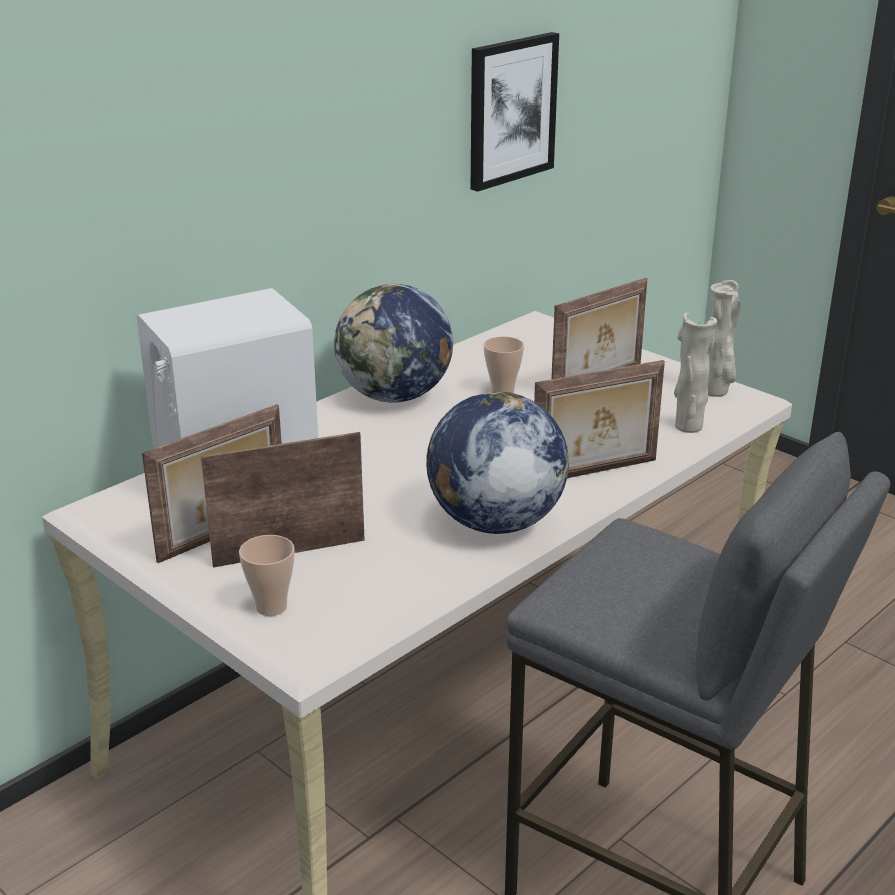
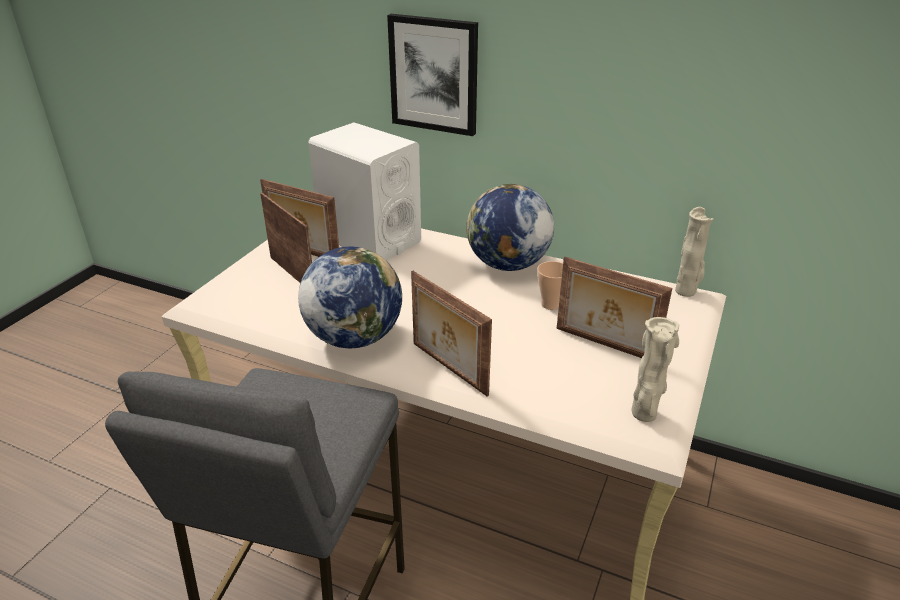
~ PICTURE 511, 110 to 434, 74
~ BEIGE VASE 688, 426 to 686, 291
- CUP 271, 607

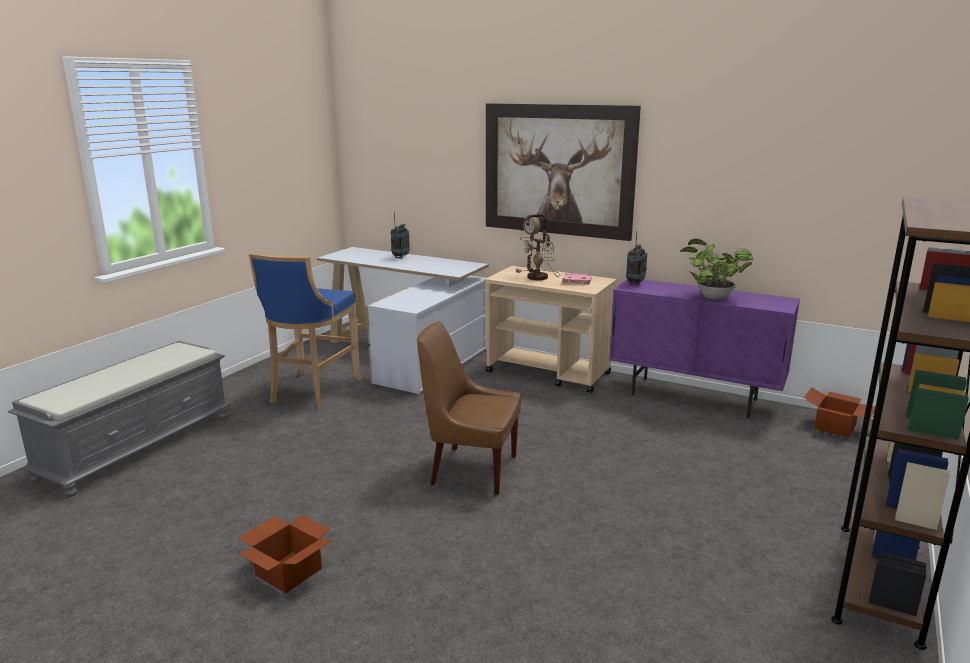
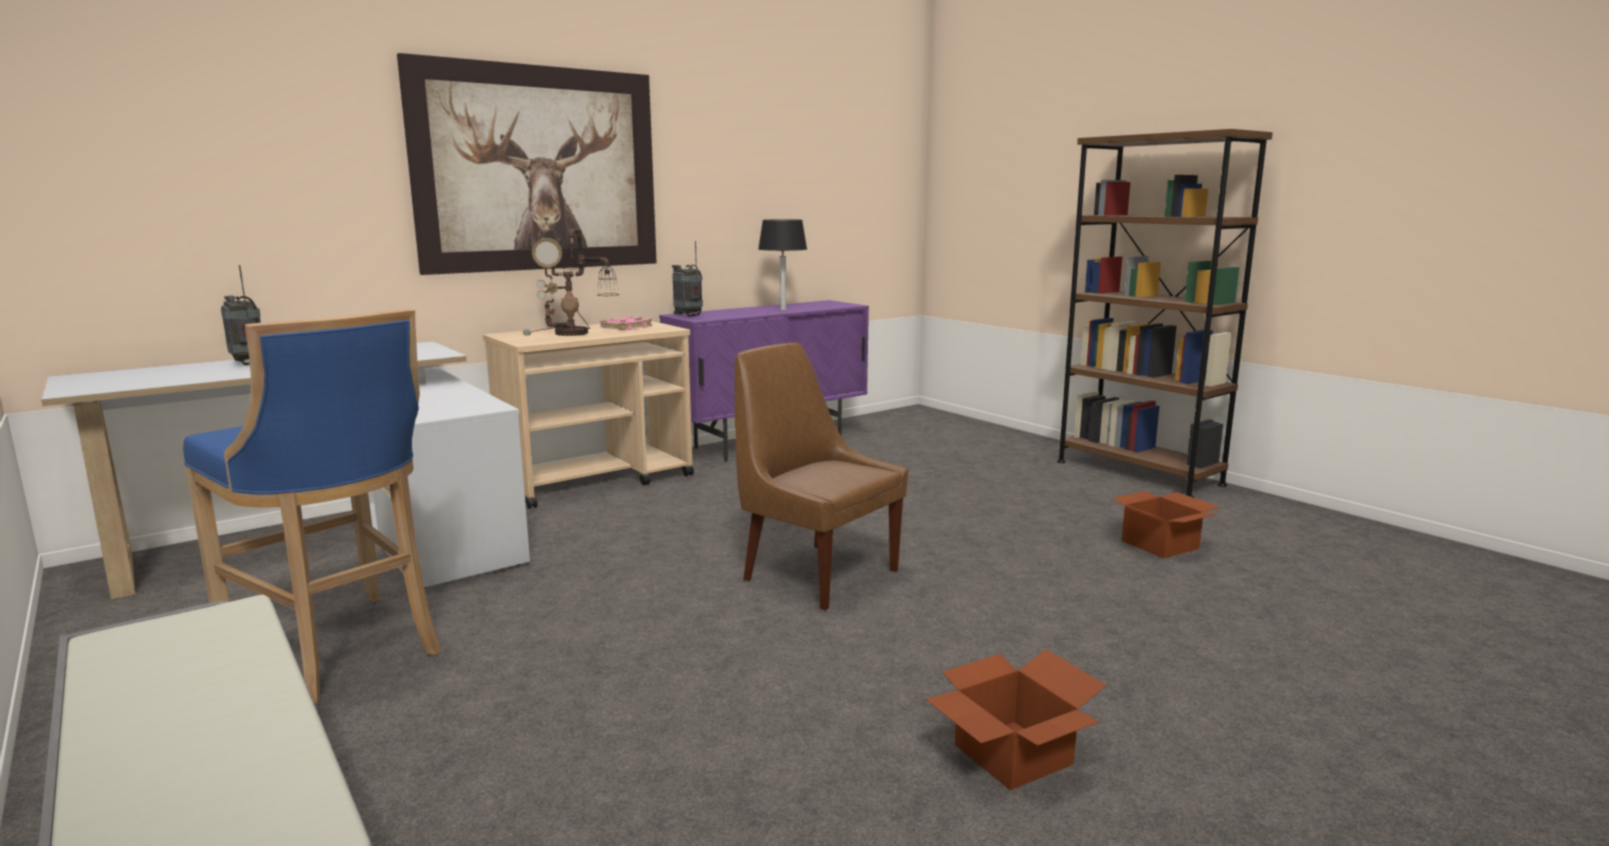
~ BROWN CHAIR 470, 469 = 816, 574 90 degrees clockwise
~ POTTED PLANT 711, 297 to BLACK TABLE LAMP 783, 310
~ CARDBOARD BOX 836, 427 to 1162, 545

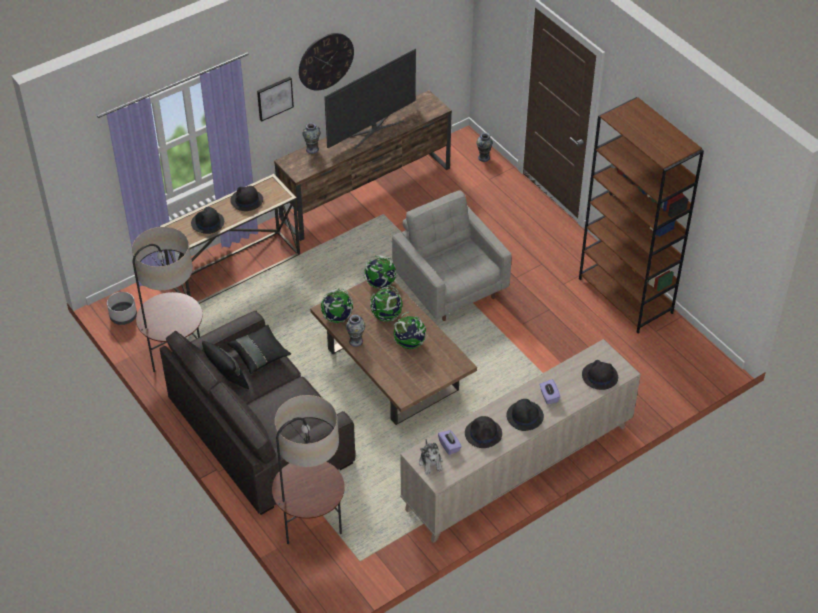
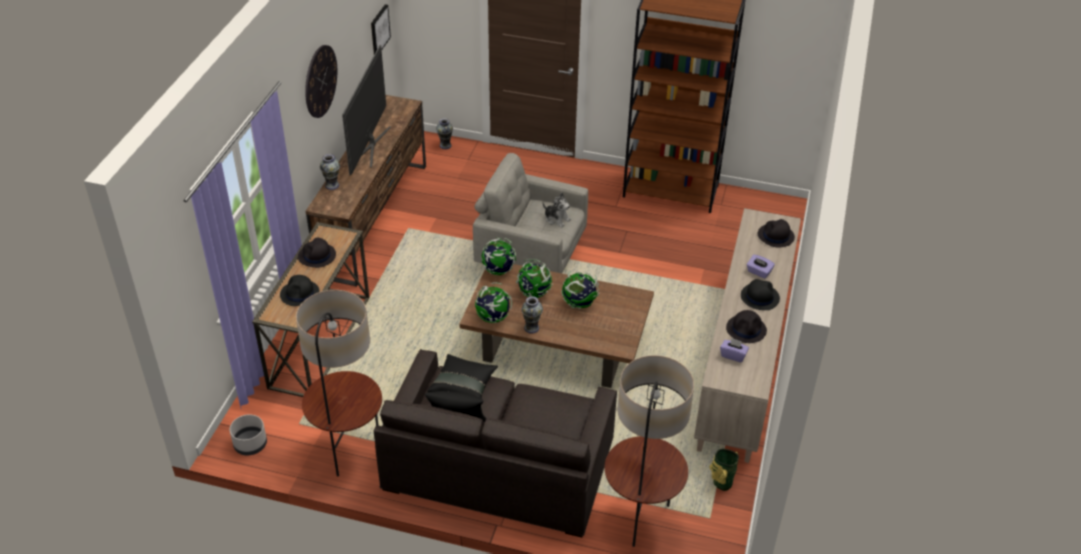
~ PICTURE 274, 98 to 379, 30
~ PLUSH TOY 431, 463 to 556, 219
+ VASE 721, 482

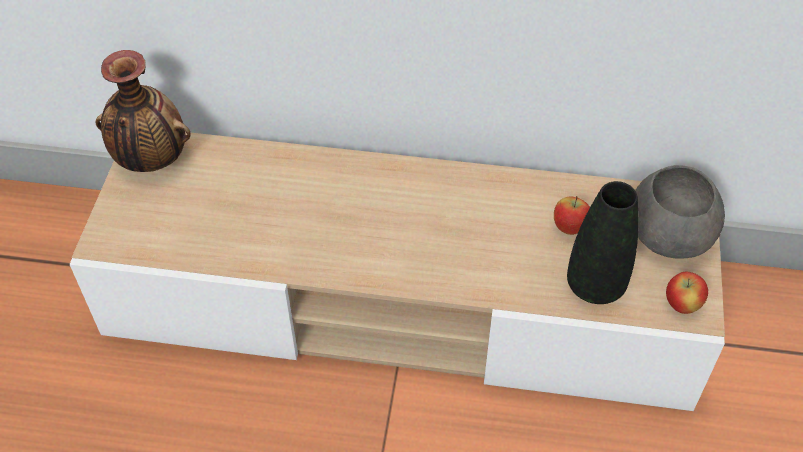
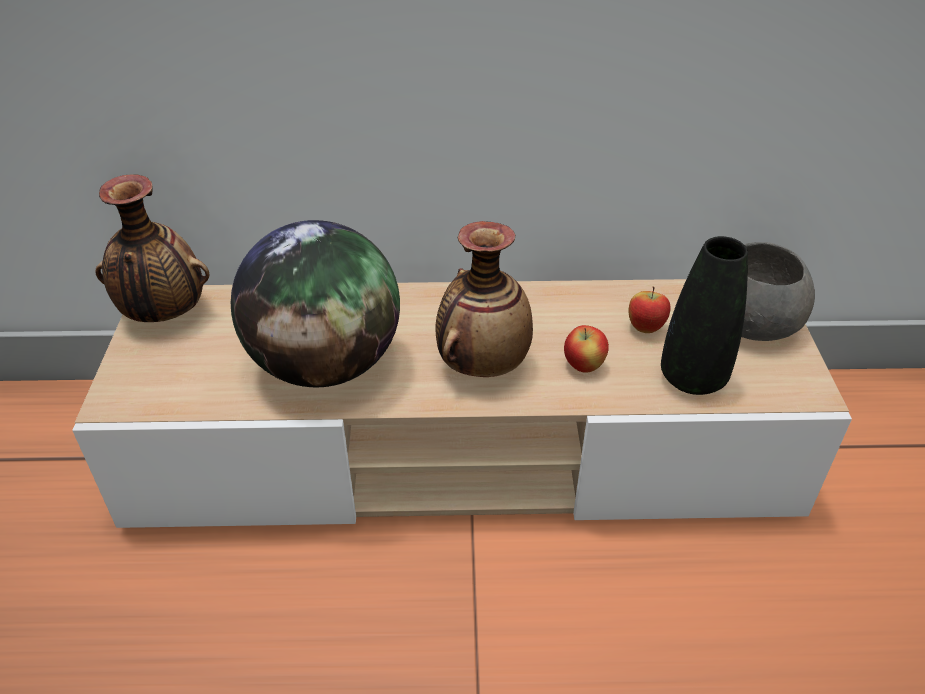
+ GLOBE 326, 364
+ VASE 482, 364
~ APPLE 682, 305 to 584, 366

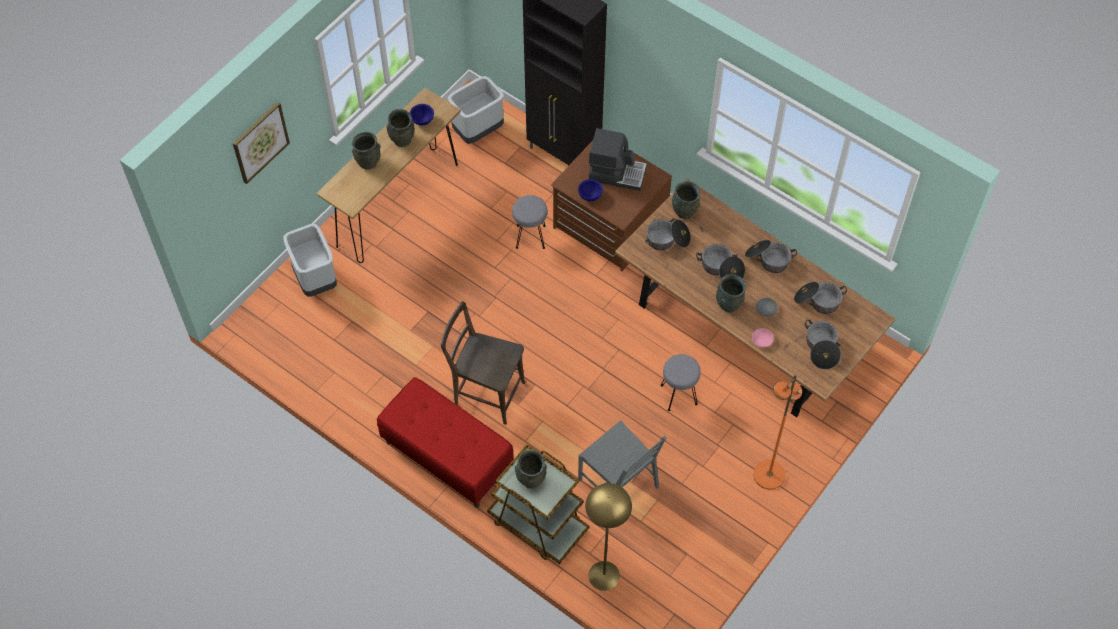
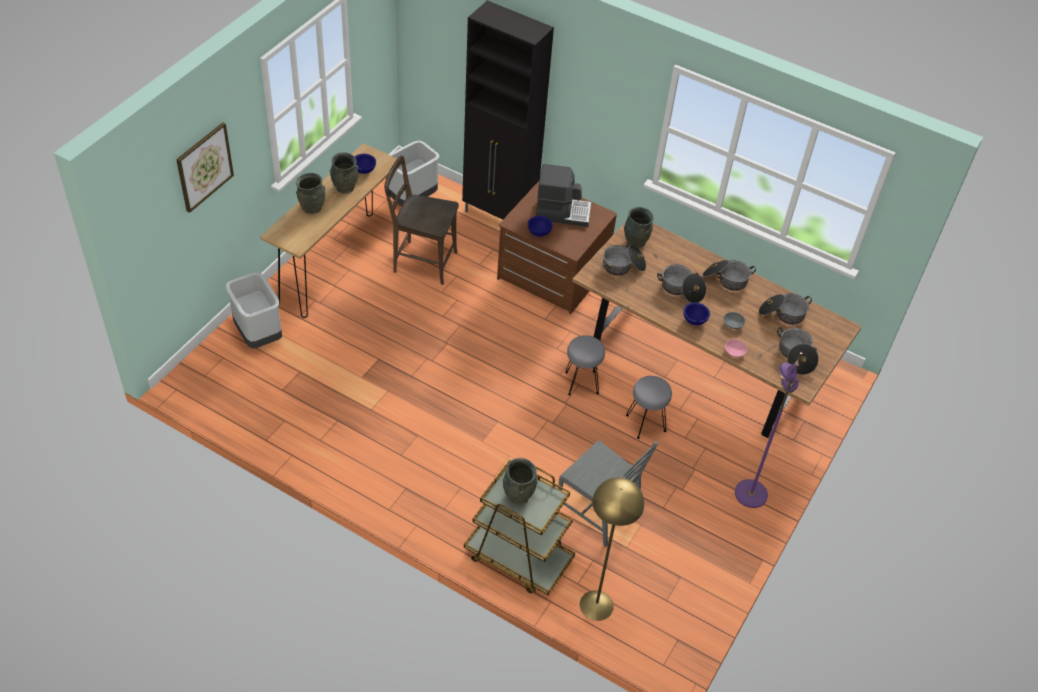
~ BROWN CHAIR 485, 392 to 421, 261
~ GREY STOOL 530, 236 to 581, 382
~ GREY VASE 728, 304 to BLUE BOWL 694, 321
~ ORANGE FLOOR LAMP 768, 475 to PURPLE FLOOR LAMP 750, 494
- RED BENCH 447, 457

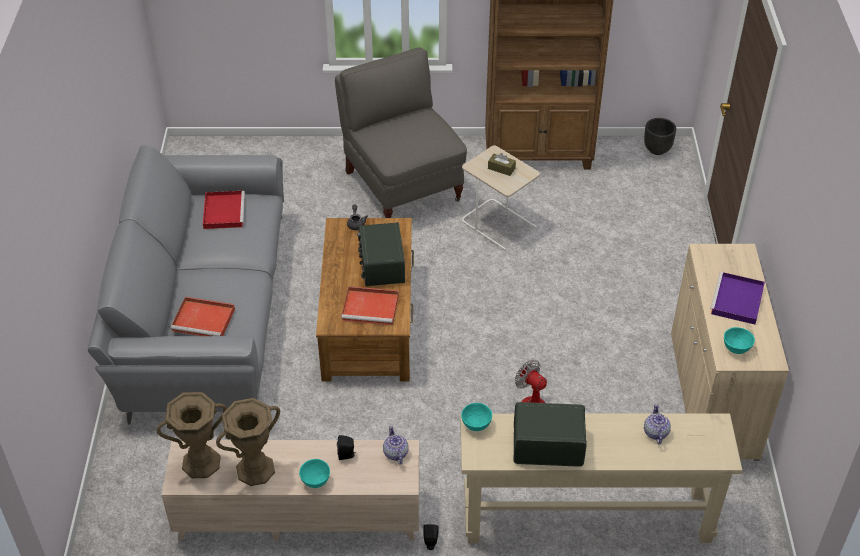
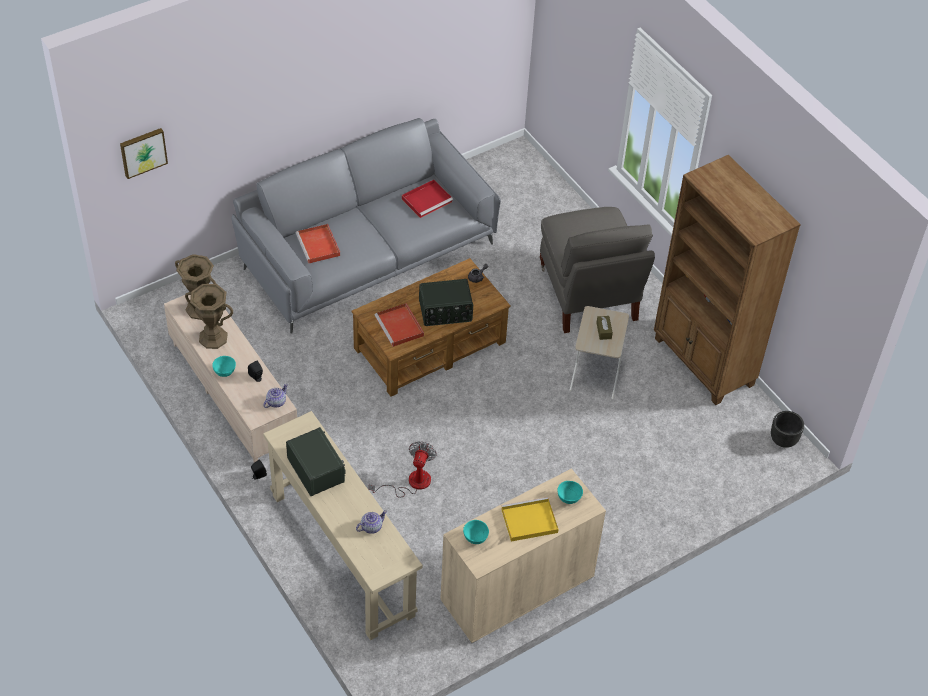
+ PICTURE 143, 152
~ RADIO 381, 265 = 445, 312 150 degrees counterclockwise
~ PURPLE TRAY 737, 301 to YELLOW TRAY 528, 521
~ GREY ARMCHAIR 402, 185 = 588, 295 135 degrees clockwise
~ TURQUOISE BOWL 475, 425 to 568, 498

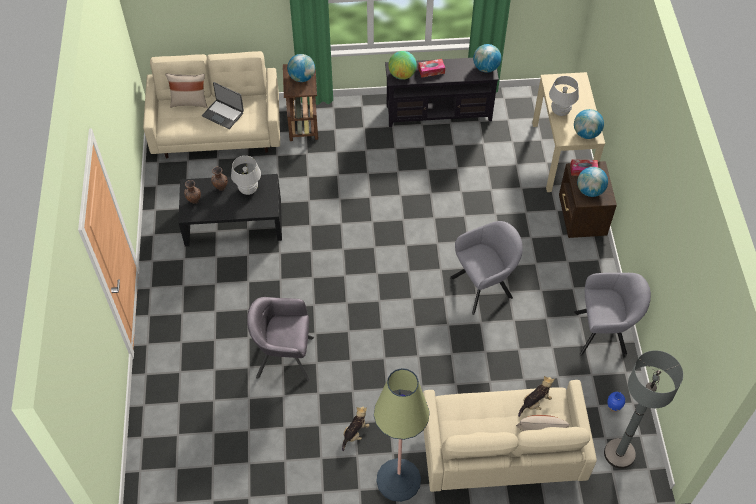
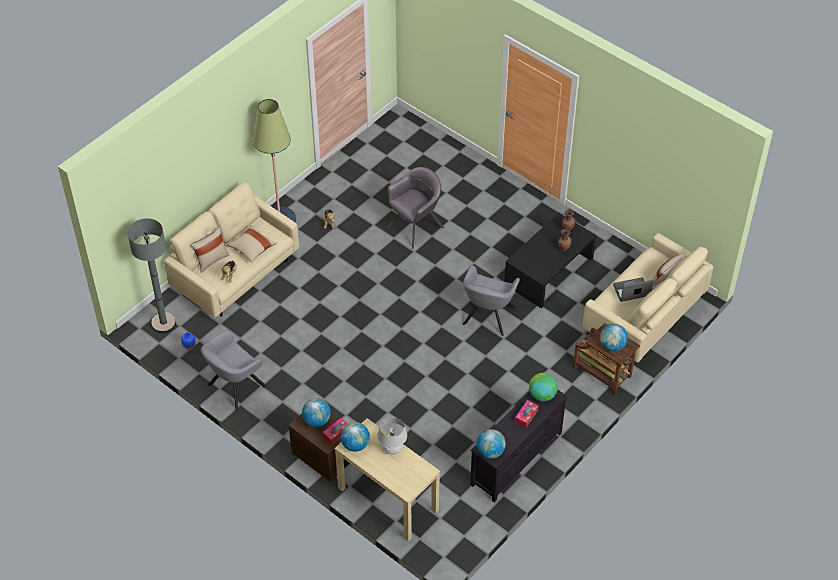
+ BEIGE PILLOW 252, 248
~ GREY ARMCHAIR 484, 286 to 487, 318
- WHITE TABLE LAMP 248, 190

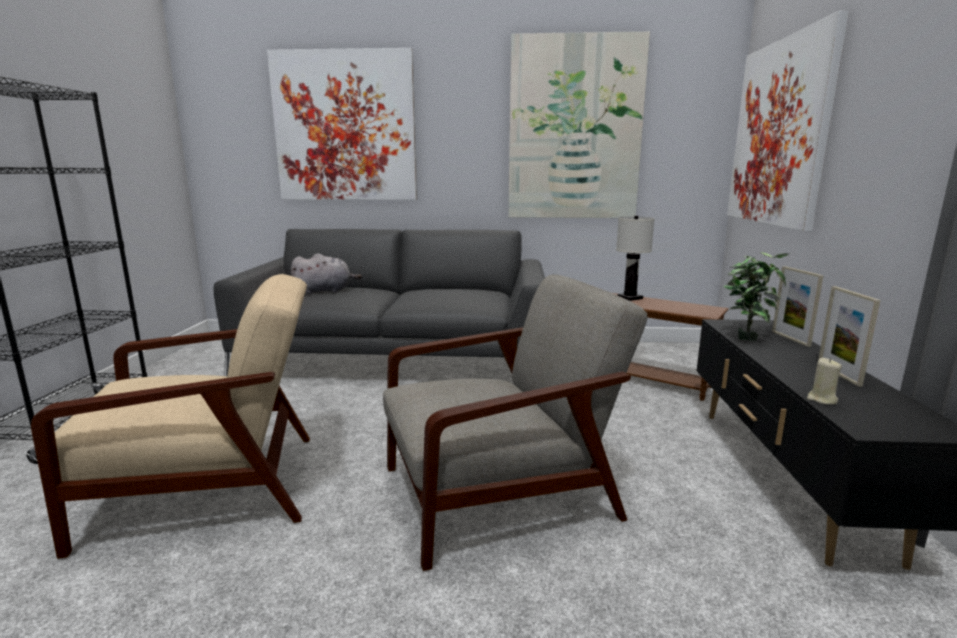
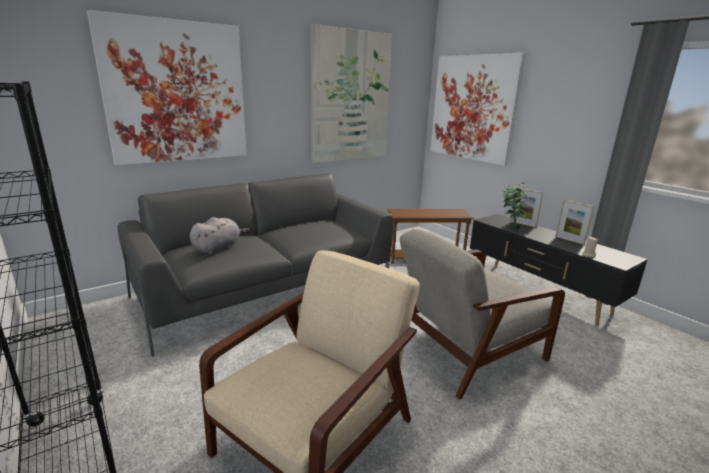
~ GREY ARMCHAIR 501, 492 = 466, 350 150 degrees counterclockwise
- WHITE TABLE LAMP 630, 298

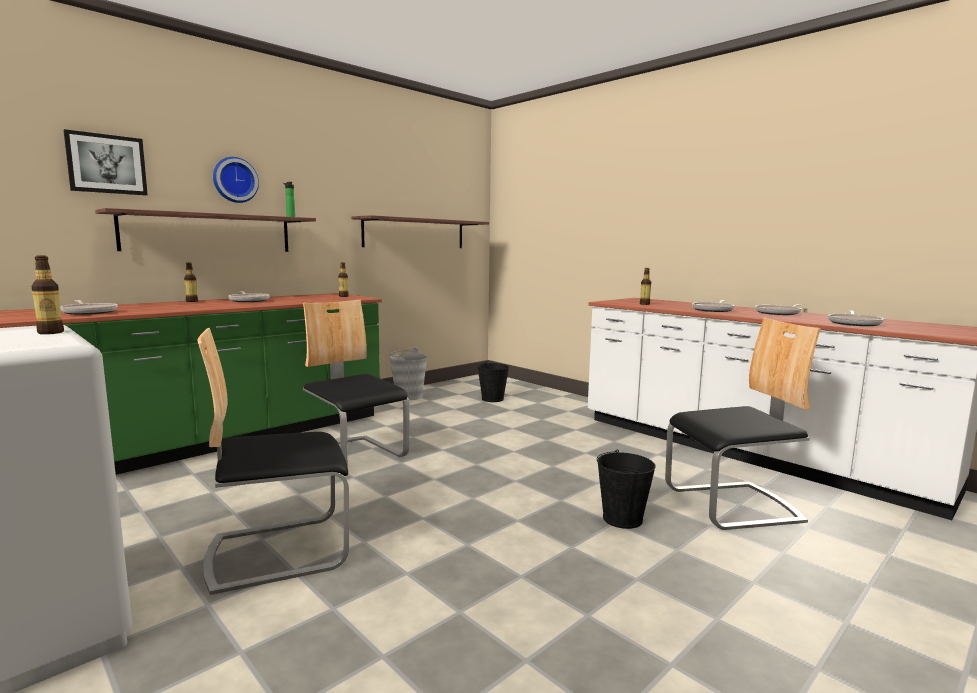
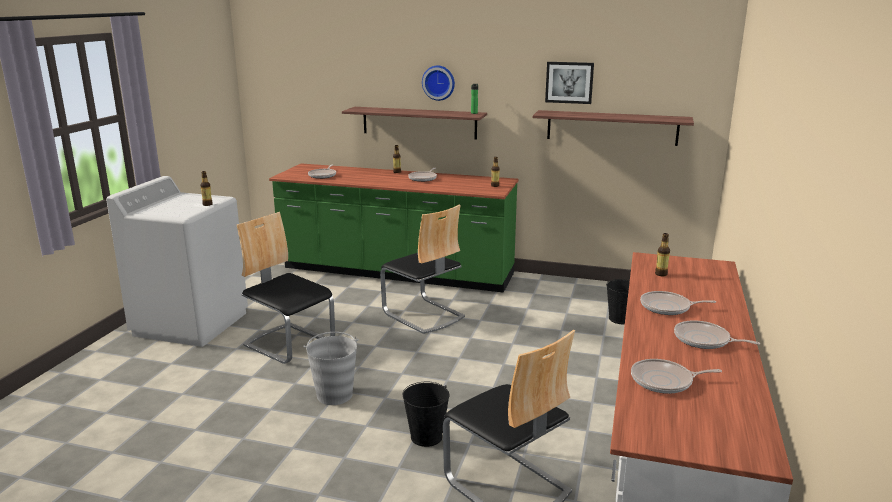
~ GREY BUCKET 408, 396 to 334, 395
~ CHAIR 355, 455 = 423, 315 120 degrees clockwise
~ PICTURE 106, 164 to 569, 82

